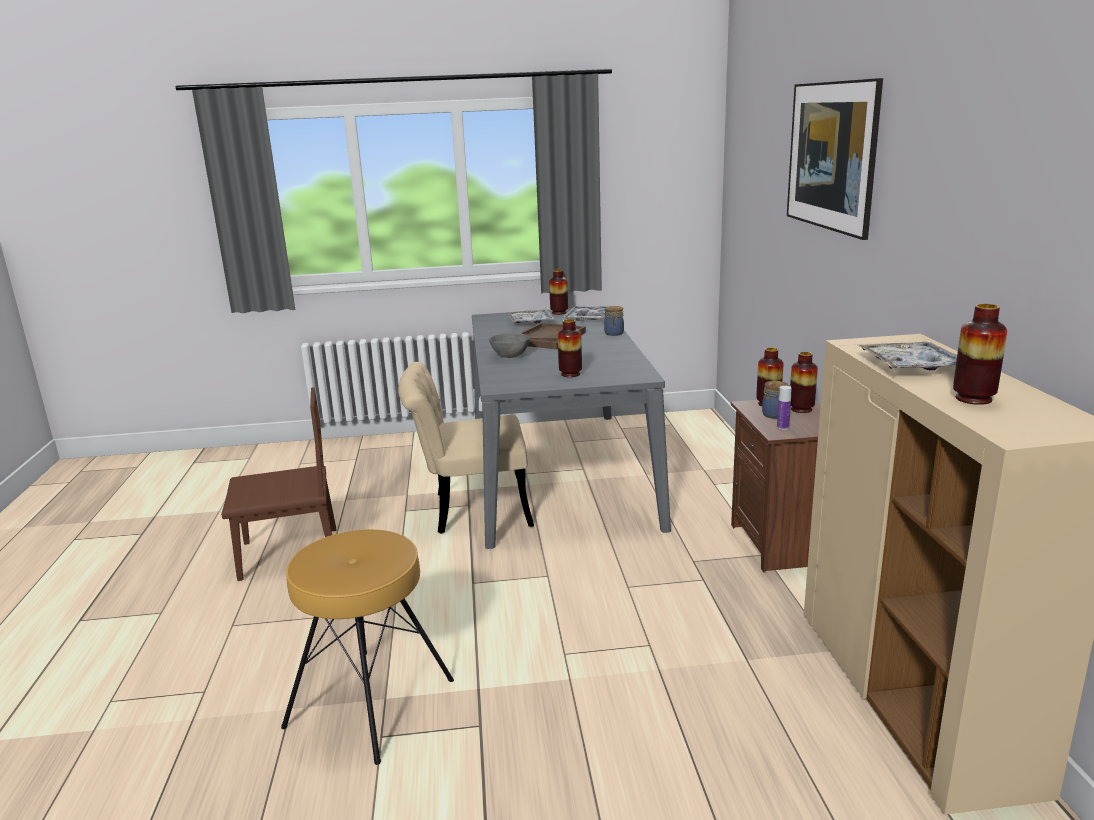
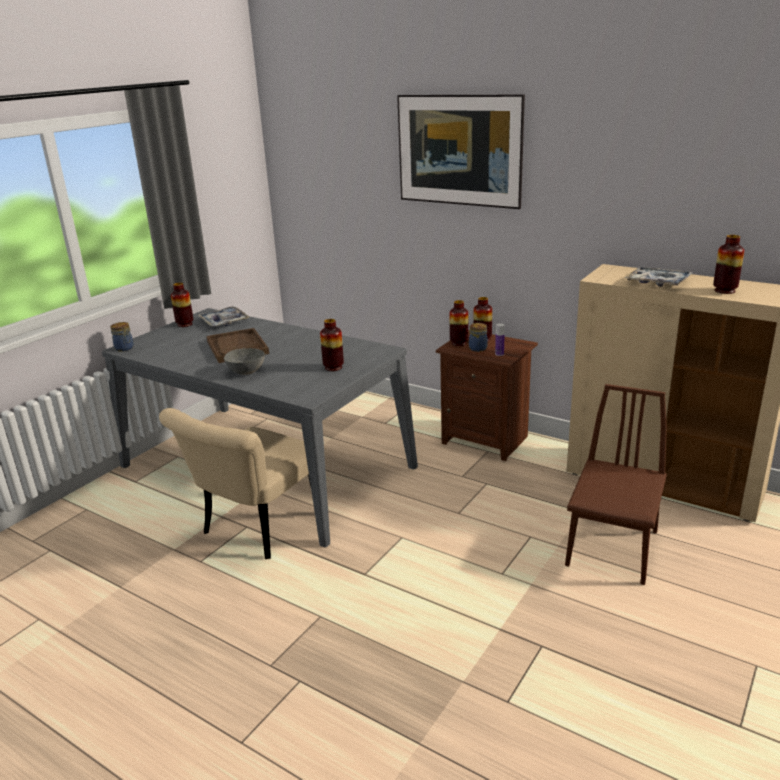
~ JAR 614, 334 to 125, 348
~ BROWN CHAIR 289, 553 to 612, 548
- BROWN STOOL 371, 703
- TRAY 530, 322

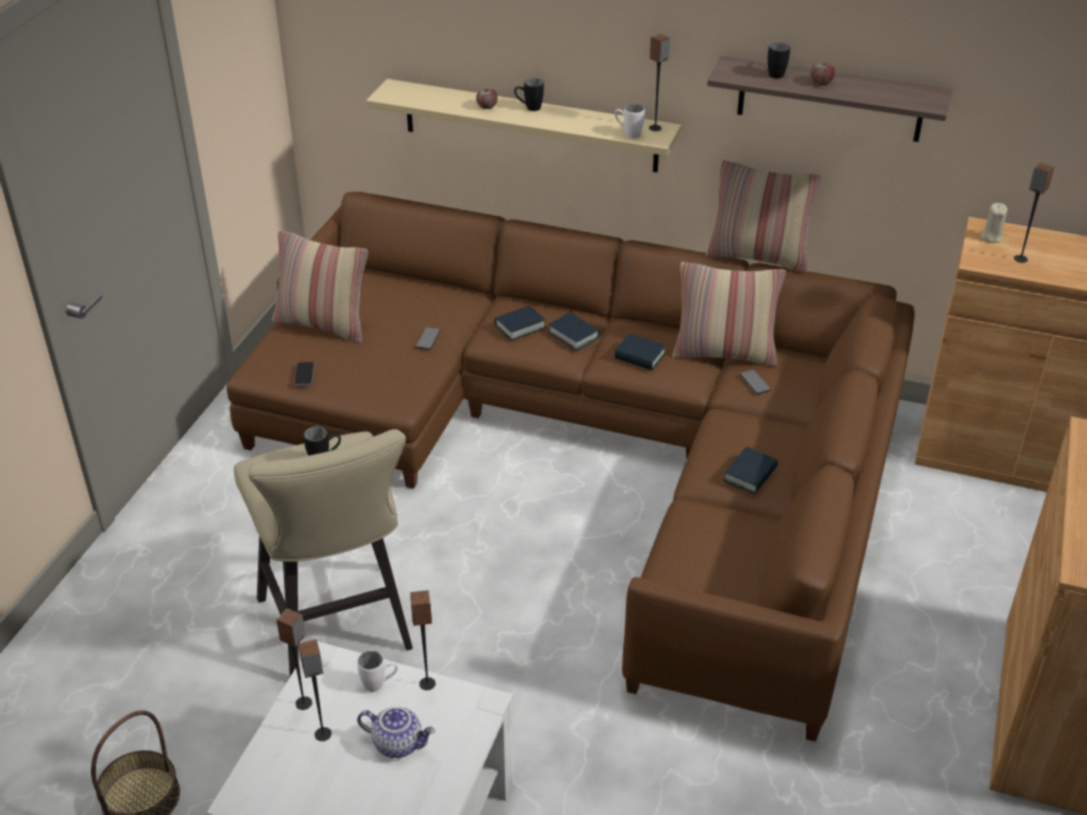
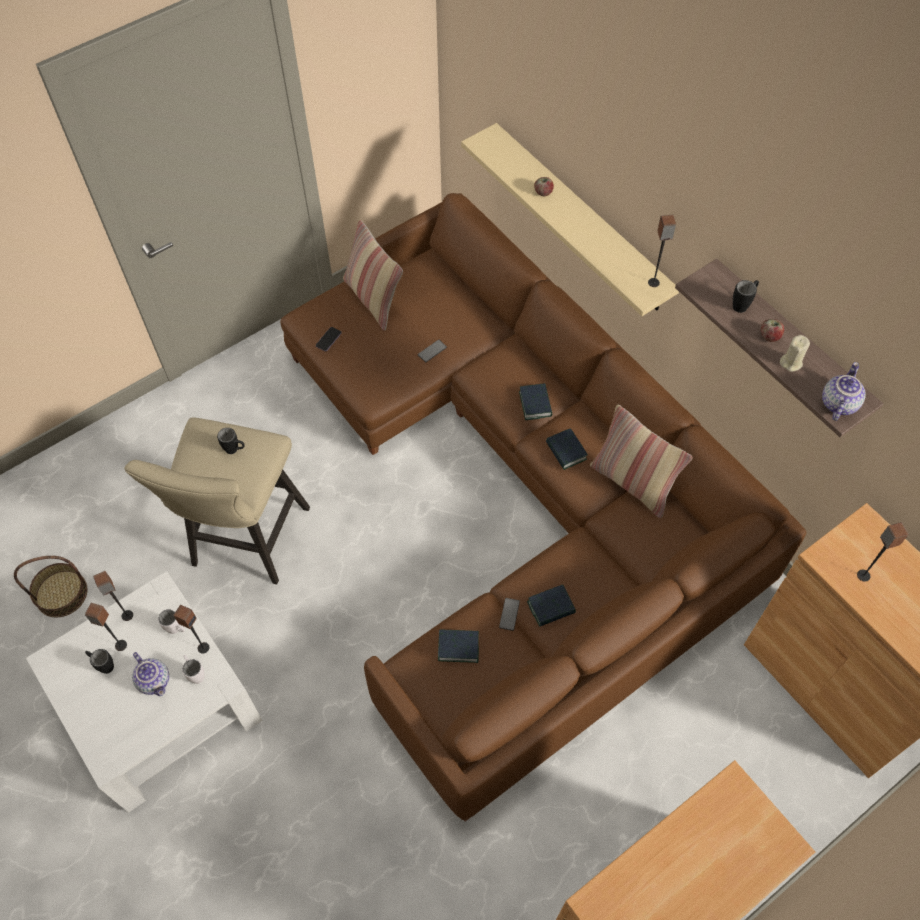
~ BLACK MUG 529, 108 to 103, 665
~ WHITE MUG 628, 134 to 195, 673
~ BOOK 520, 327 to 458, 647
~ PHONE 755, 382 to 509, 614
~ BEIGE CANDLE 991, 237 to 791, 362
+ TEAPOT 838, 403
- PILLOW 758, 257

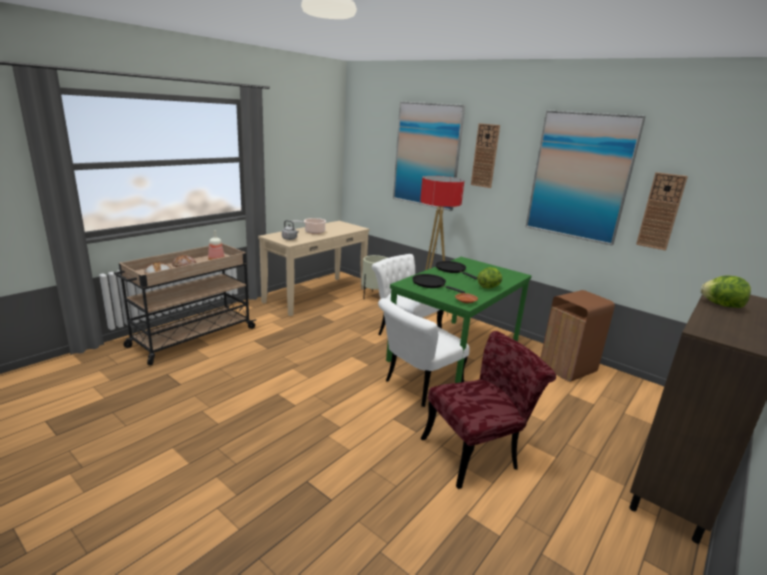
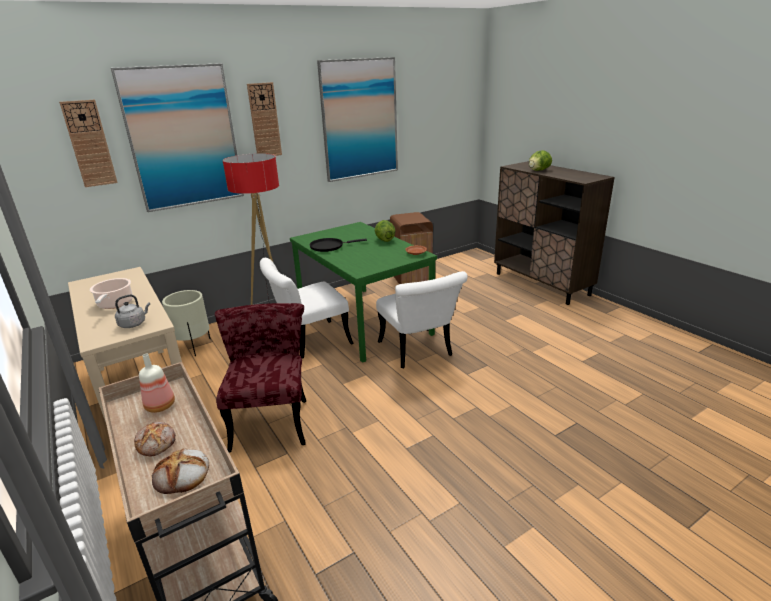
~ WALL CLOCK 661, 211 to 89, 144
~ RED CHAIR 477, 452 to 271, 418
- BLACK FRYING PAN 431, 284

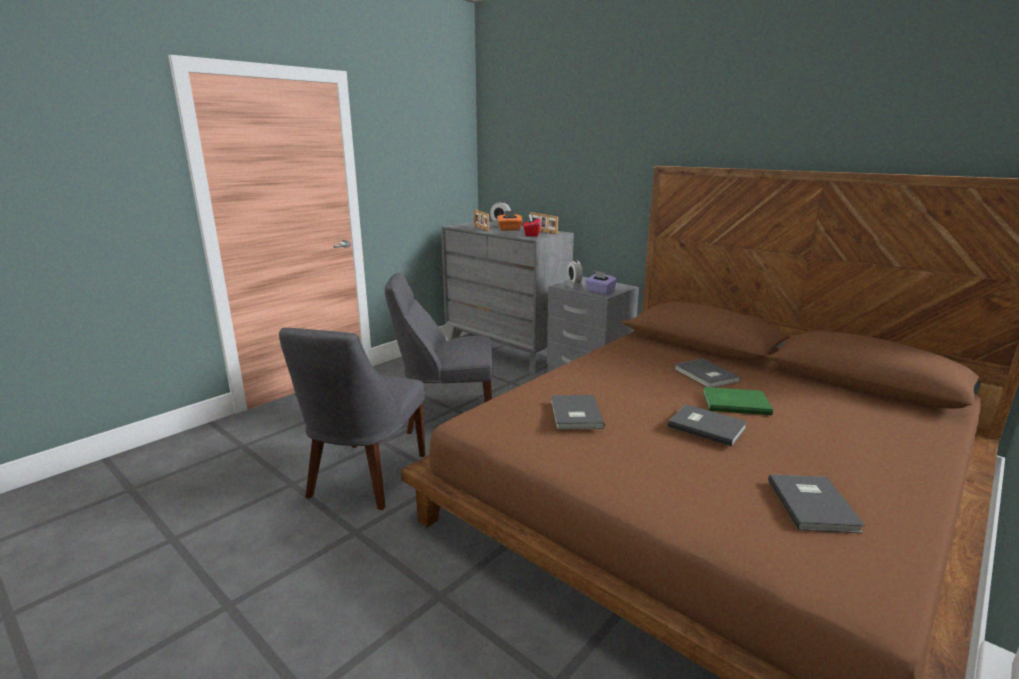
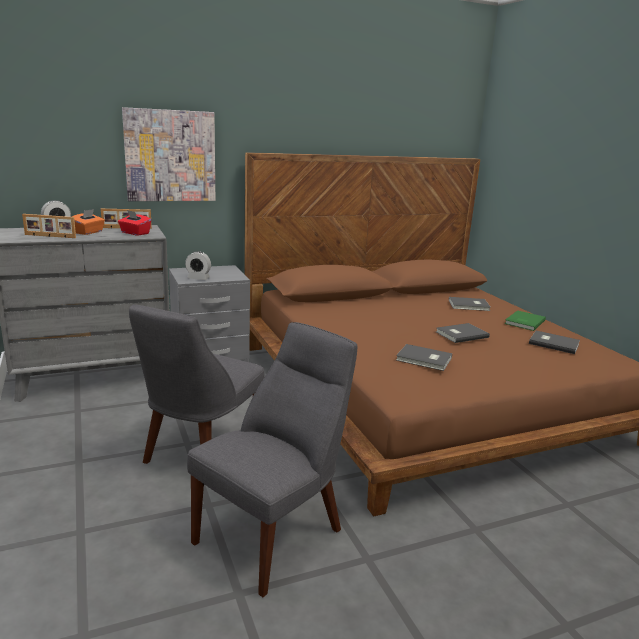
+ PICTURE 170, 156
~ GREY CHAIR 364, 478 = 274, 533 90 degrees counterclockwise
~ GREY BOOK 705, 375 to 469, 305
~ GREEN BOOK 734, 402 to 523, 322
- PURPLE TISSUE BOX 600, 292

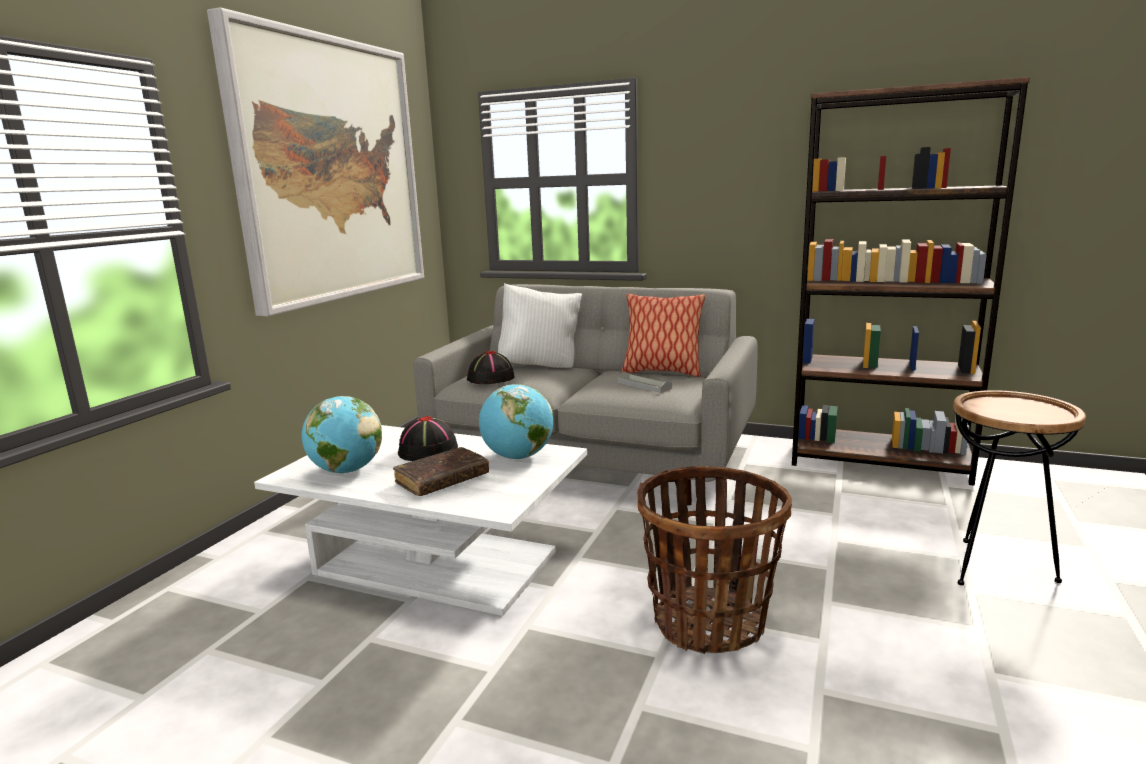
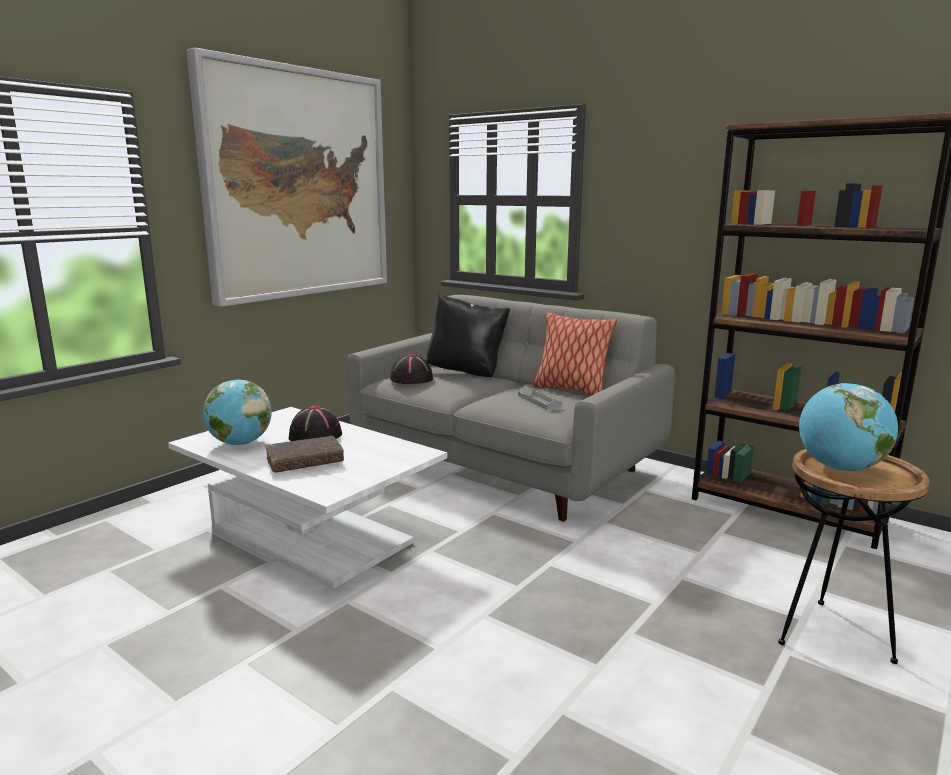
~ WHITE PILLOW 541, 366 to BLACK PILLOW 467, 372
~ GLOBE 518, 457 to 840, 468
- BASKET 709, 622

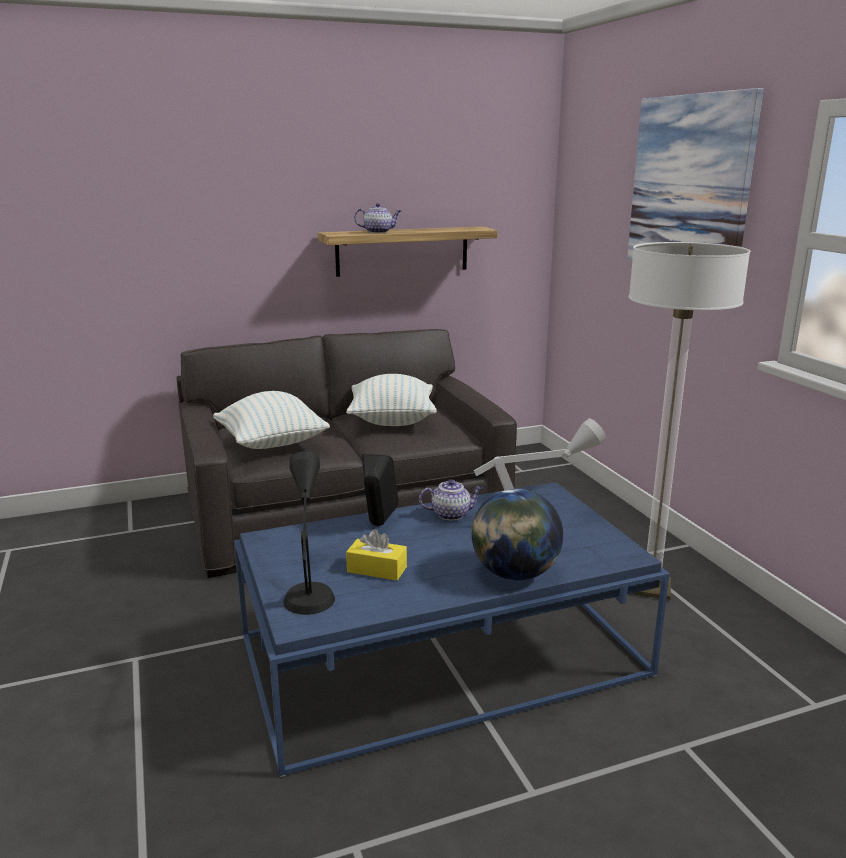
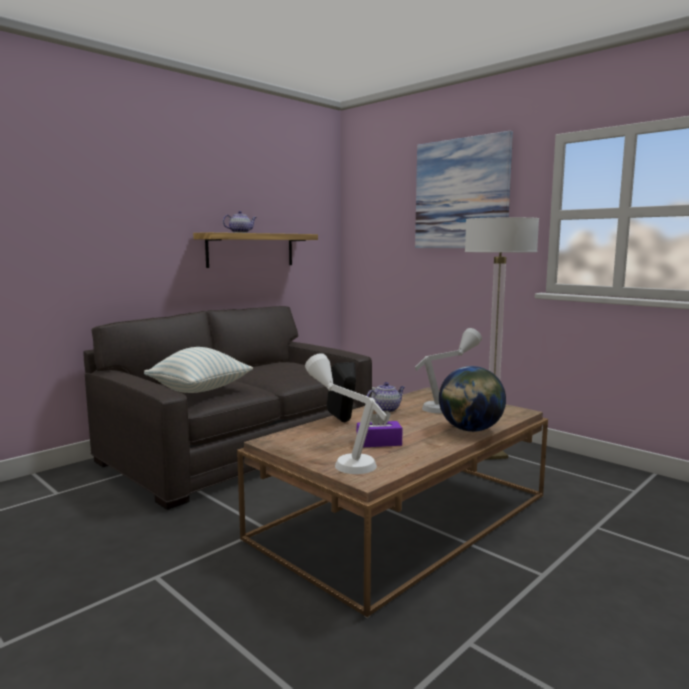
~ BLUE COFFEE TABLE 443, 655 to BROWN COFFEE TABLE 404, 516
~ BLACK TABLE LAMP 310, 585 to WHITE TABLE LAMP 344, 458
~ YELLOW TISSUE BOX 377, 569 to PURPLE TISSUE BOX 379, 442
- PILLOW 392, 421

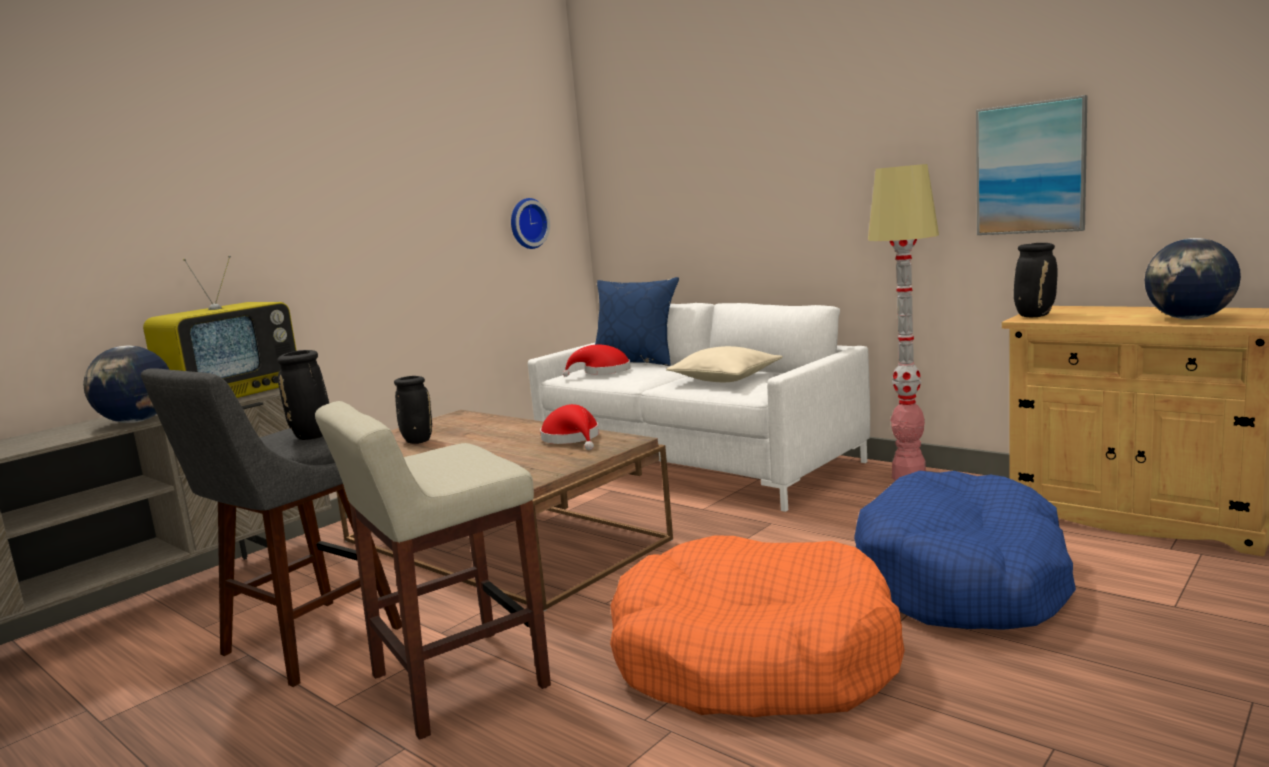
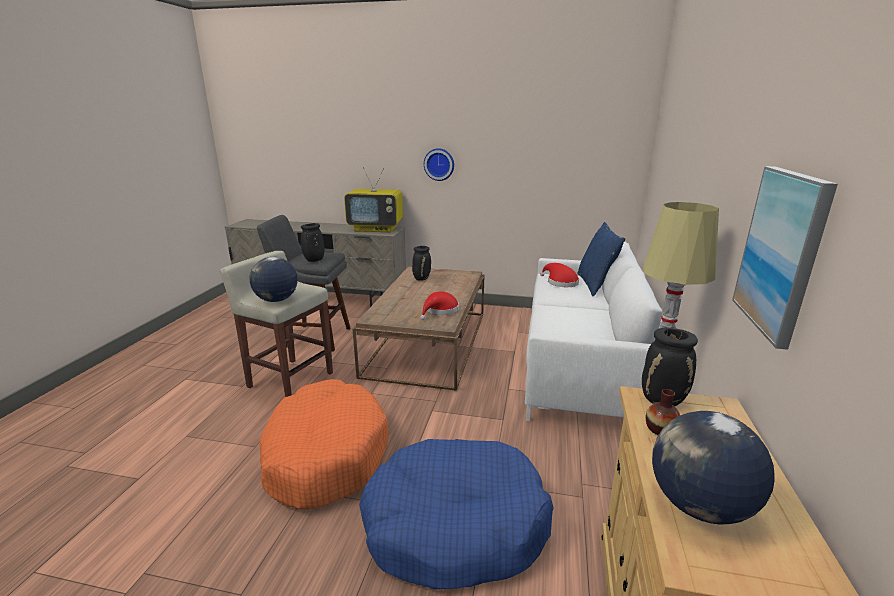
~ GLOBE 137, 421 to 276, 300
~ WALL CLOCK 527, 223 to 439, 164
+ VASE 660, 429
- BEIGE PILLOW 725, 378

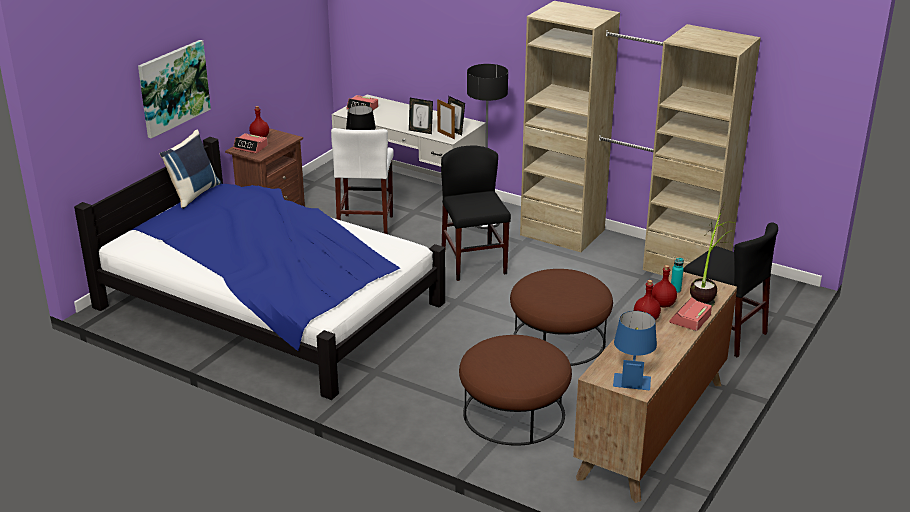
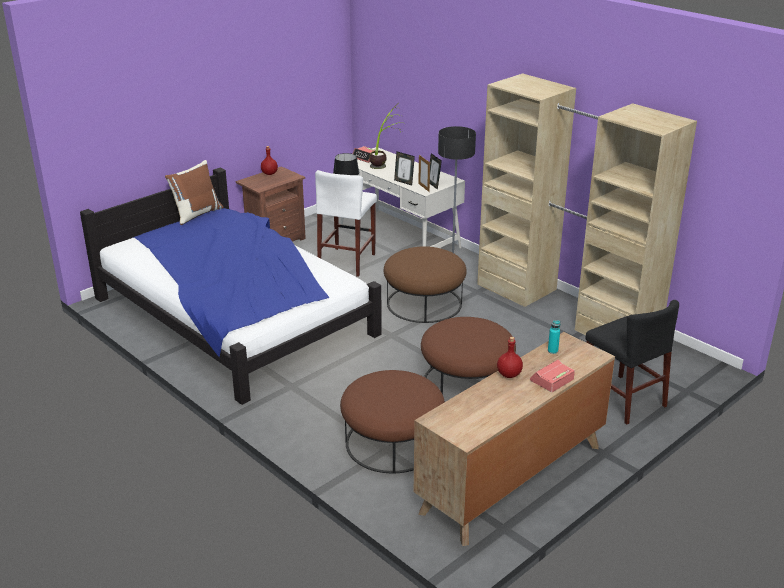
~ BLUE PILLOW 194, 194 to BROWN PILLOW 196, 214
~ POTTED PLANT 707, 294 to 385, 163
~ BLACK CHAIR 474, 262 to BROWN OTTOMAN 424, 303
- PICTURE 173, 87
- ALARM CLOCK 251, 147
- BLUE TABLE LAMP 632, 376
- RED BOTTLE 662, 304

